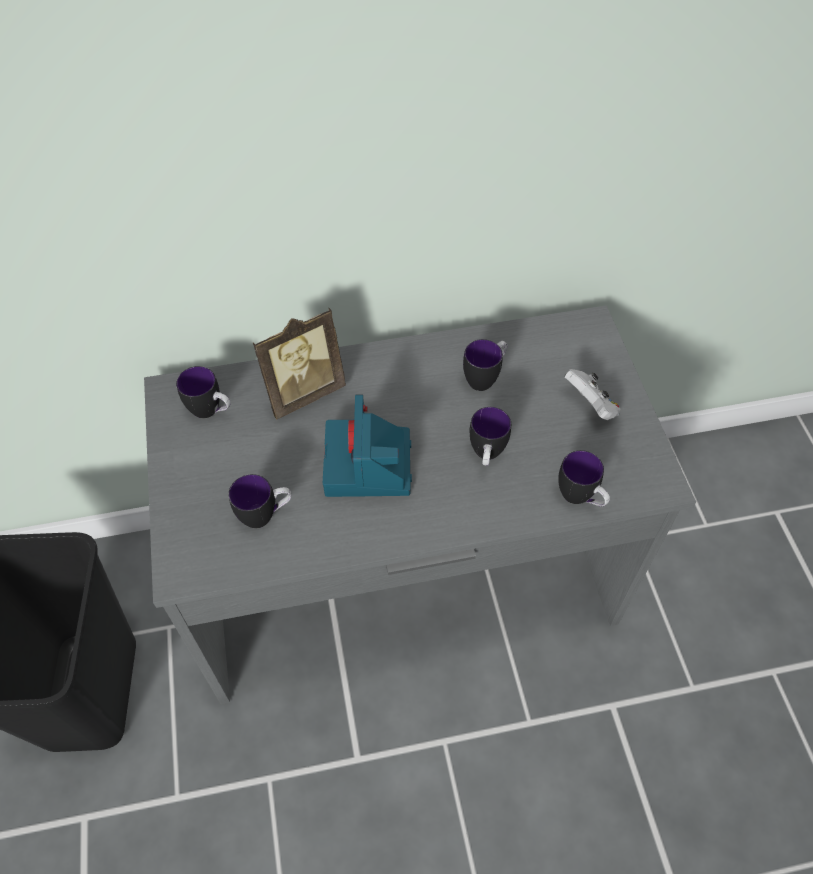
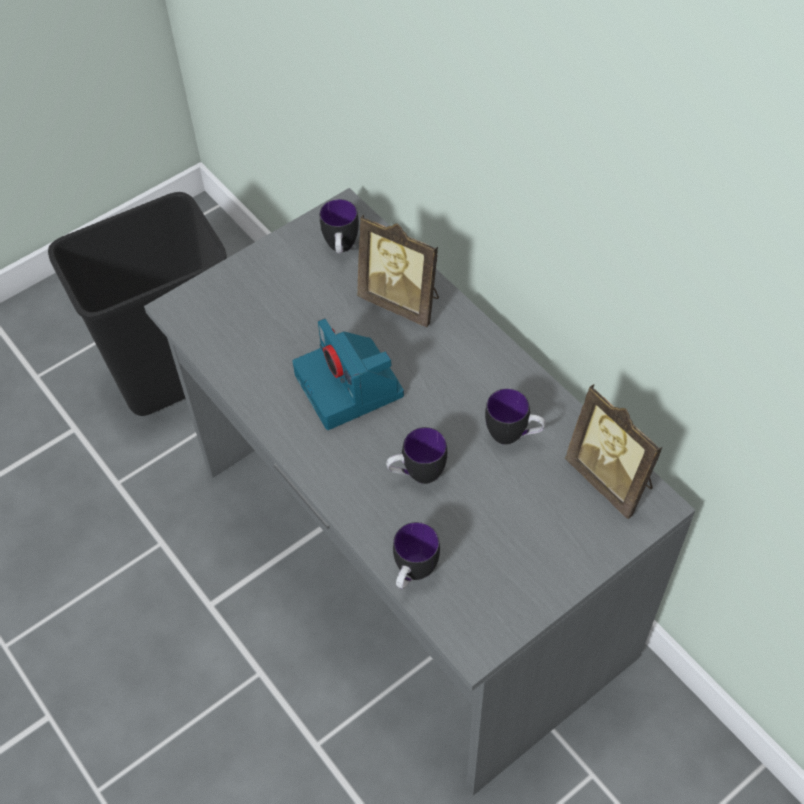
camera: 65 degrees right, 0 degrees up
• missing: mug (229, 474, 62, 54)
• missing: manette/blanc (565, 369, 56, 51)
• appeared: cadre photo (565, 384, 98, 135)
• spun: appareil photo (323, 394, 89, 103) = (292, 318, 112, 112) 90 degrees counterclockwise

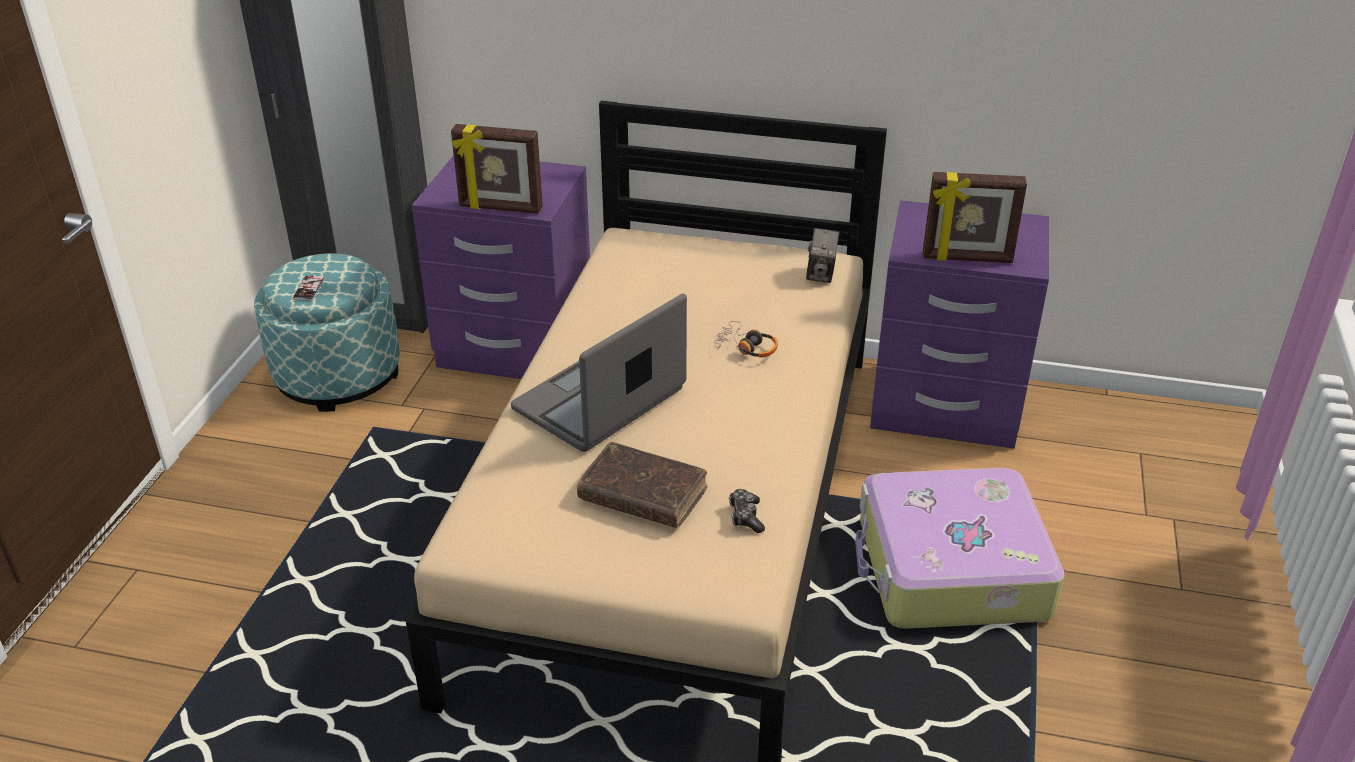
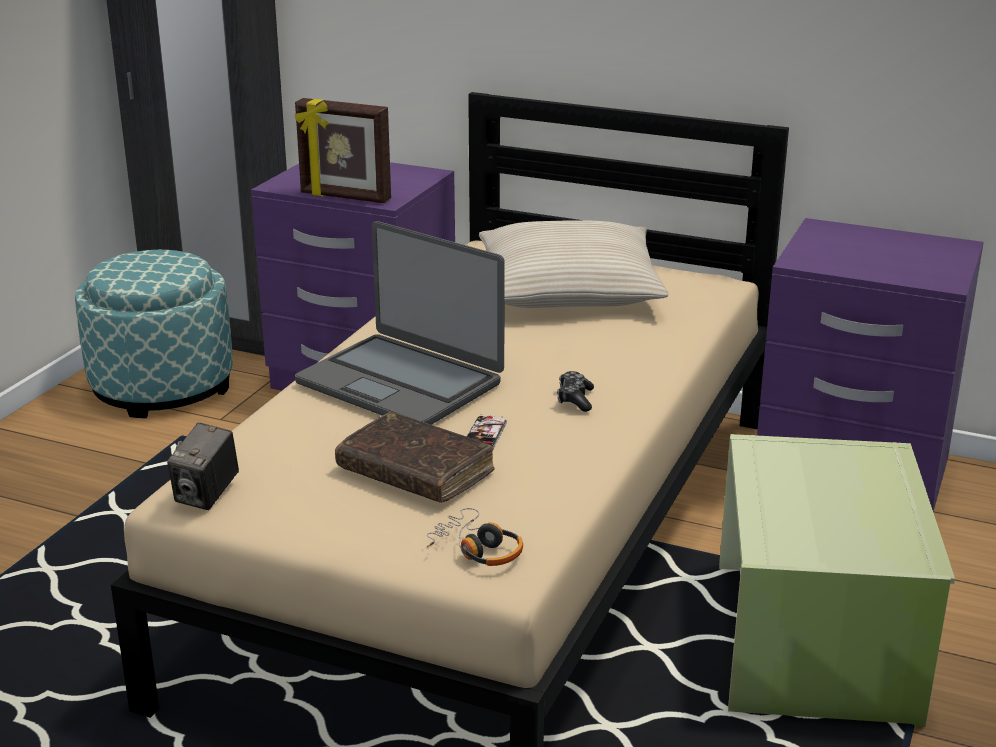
camera: 10 degrees right, 10 degrees down
• missing: cadre photo (923, 172, 104, 91)
• appeared: coussin/beige (479, 220, 189, 88)
• relocated: téléphone (293, 275, 32, 26) to (467, 414, 40, 34)
• relocated: casque audio (714, 321, 64, 37) to (427, 508, 96, 58)
• relocated: manette (729, 489, 36, 44) to (557, 371, 37, 41)
• relocated: appareil photo (806, 228, 33, 55) to (167, 422, 72, 88)
• exchanged: valise (855, 468, 210, 161) to boîte de rangement/vert (719, 434, 236, 293)
• spun: ordinateur portable (511, 293, 176, 159) = (295, 221, 210, 204) 105 degrees counterclockwise

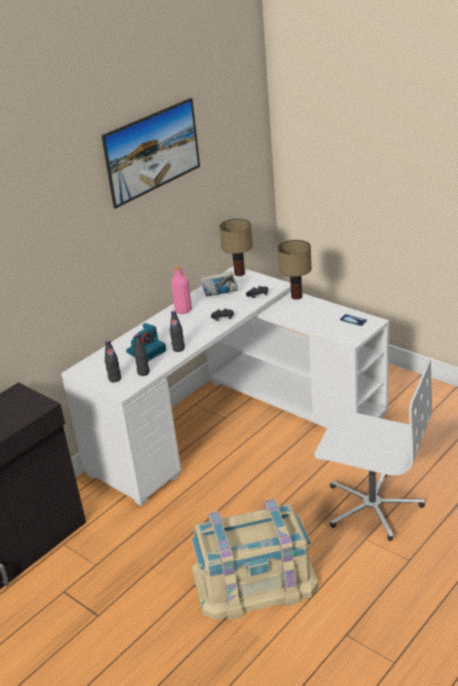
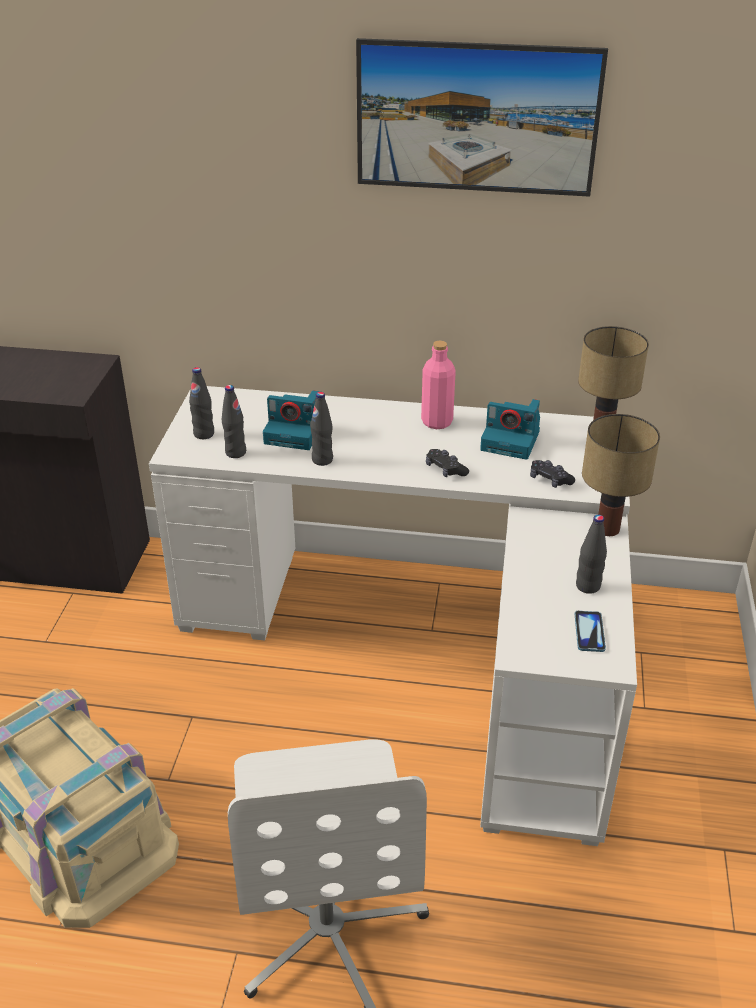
camera: 55 degrees right, 5 degrees up
• appeared: bouteille/noir (576, 515, 31, 79)
• exchanged: livre (200, 271, 38, 26) to appareil photo (480, 399, 60, 61)

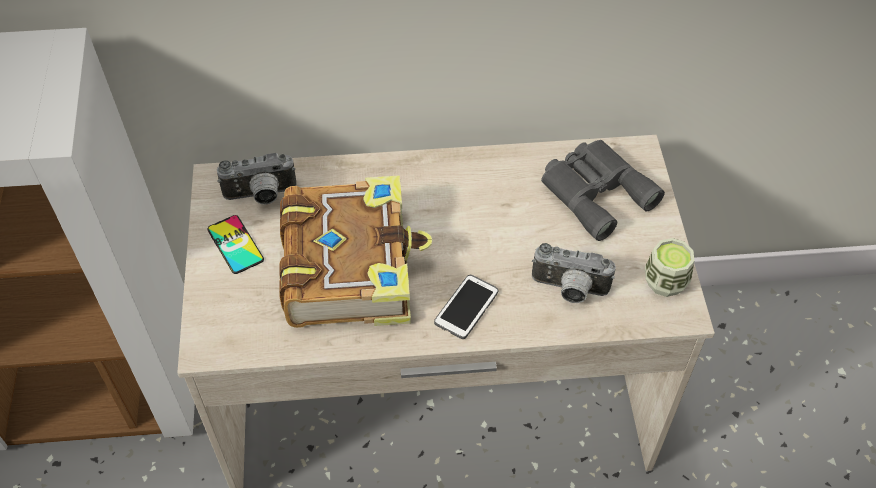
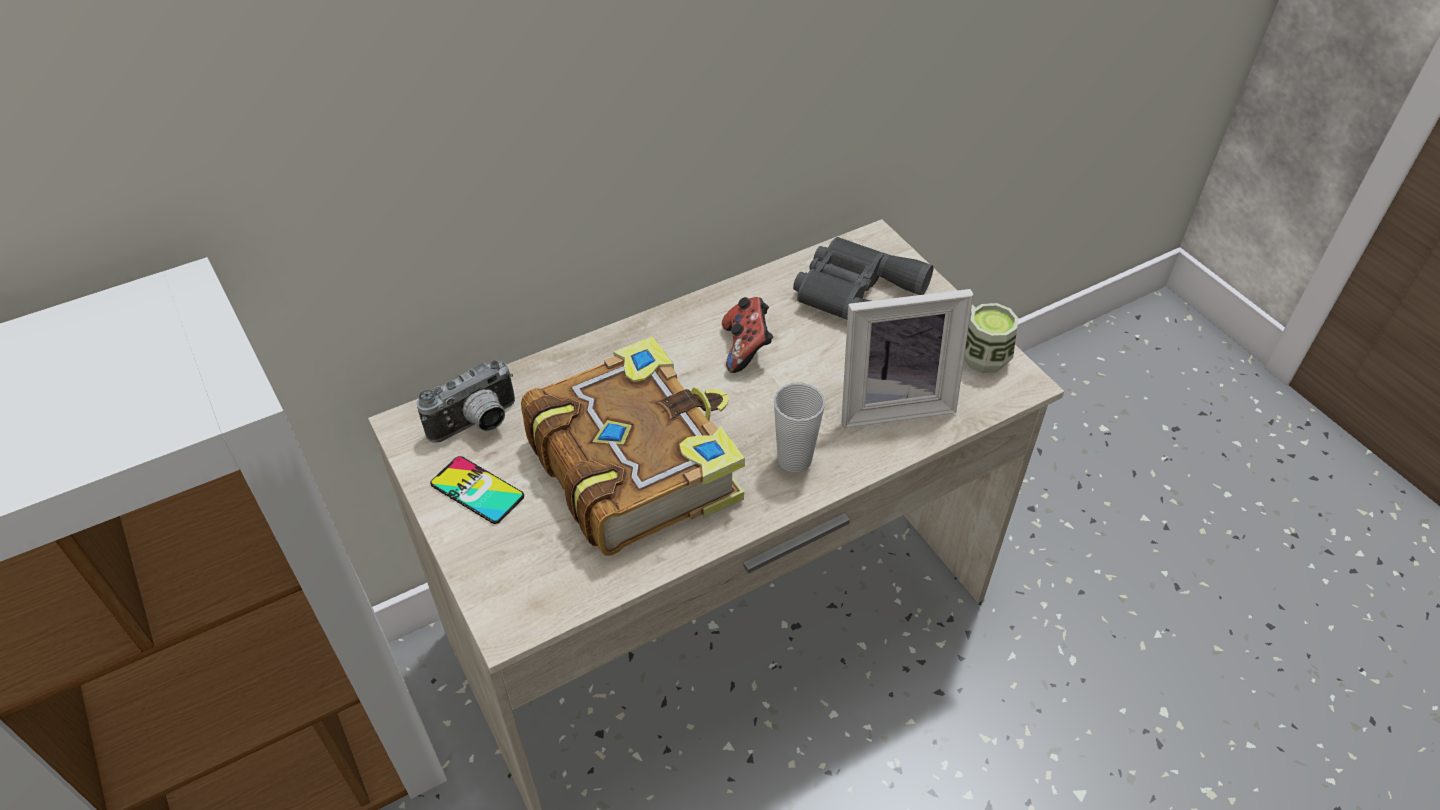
camera: 25 degrees left, 5 degrees down
• appeared: manette (722, 297, 51, 76)
• exchanged: téléphone (434, 275, 64, 64) to tasse (774, 382, 51, 91)
• exchanged: appareil photo (532, 243, 84, 60) to cadre photo (841, 289, 132, 139)

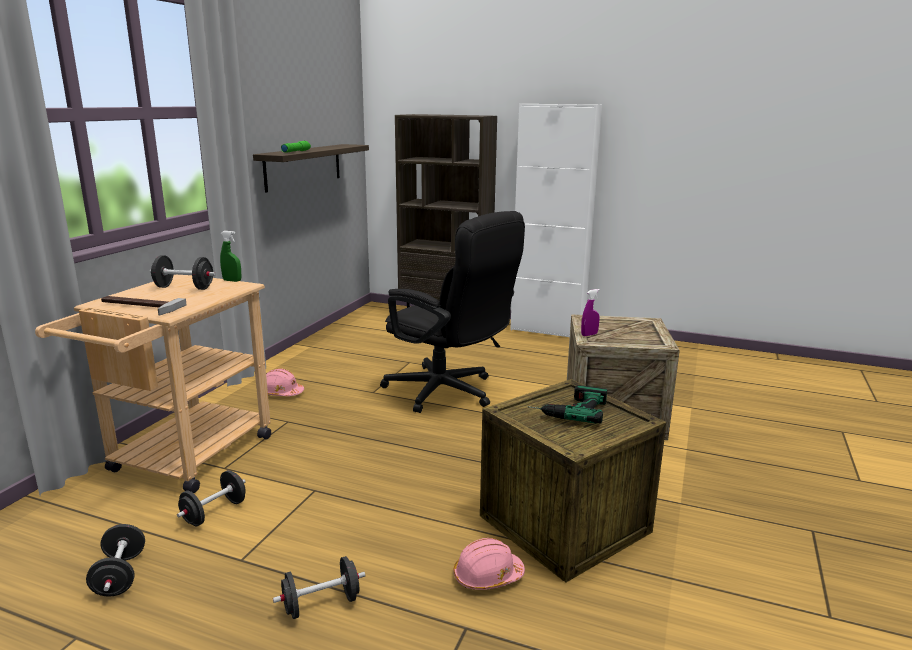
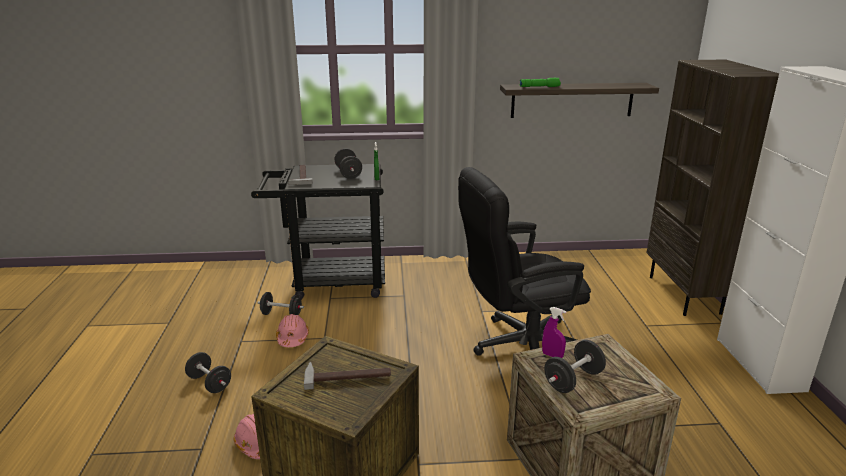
camera: 65 degrees right, 5 degrees up
• relocated: haltère/noir (86, 524, 59, 73) to (544, 340, 62, 53)
• relocated: casque de chantier/rose (266, 369, 38, 27) to (276, 314, 33, 33)
• exchanged: perceuse (527, 385, 80, 39) to marteau (304, 362, 87, 28)
• colour: chariot/beige (35, 275, 236, 218) to chariot/noir (251, 164, 134, 136)
• spun: chaise de bureau/noir (380, 211, 145, 202) = (458, 167, 133, 189) 60 degrees clockwise

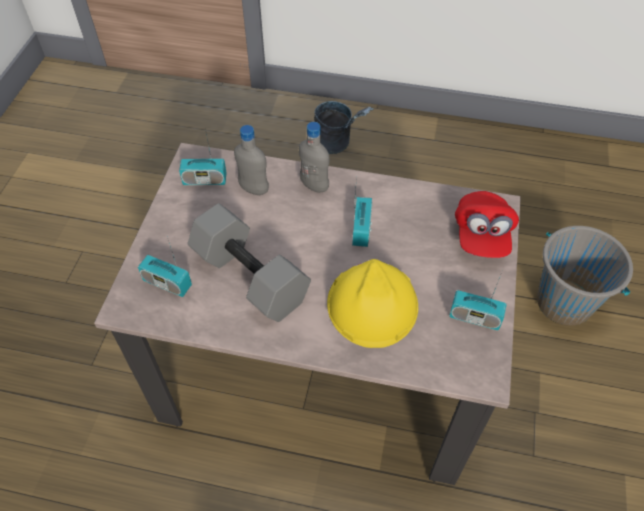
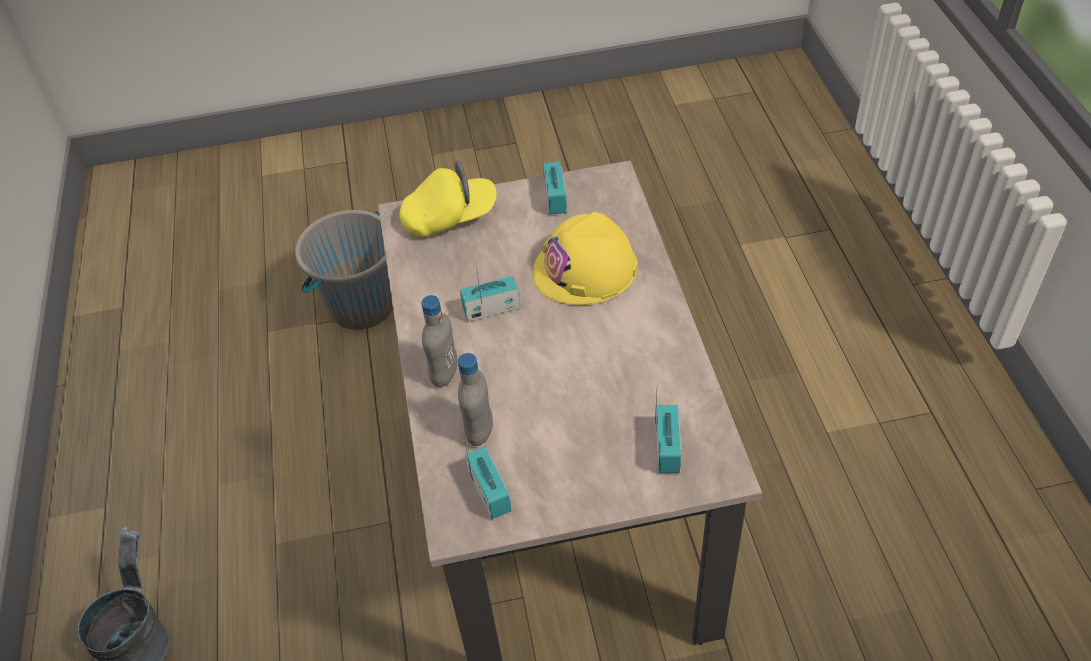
camera: 110 degrees left, 5 degrees down
• missing: haltère/gris (188, 203, 123, 119)
• colour: casquette/rouge (455, 191, 64, 67) to casquette/jaune (400, 160, 97, 77)

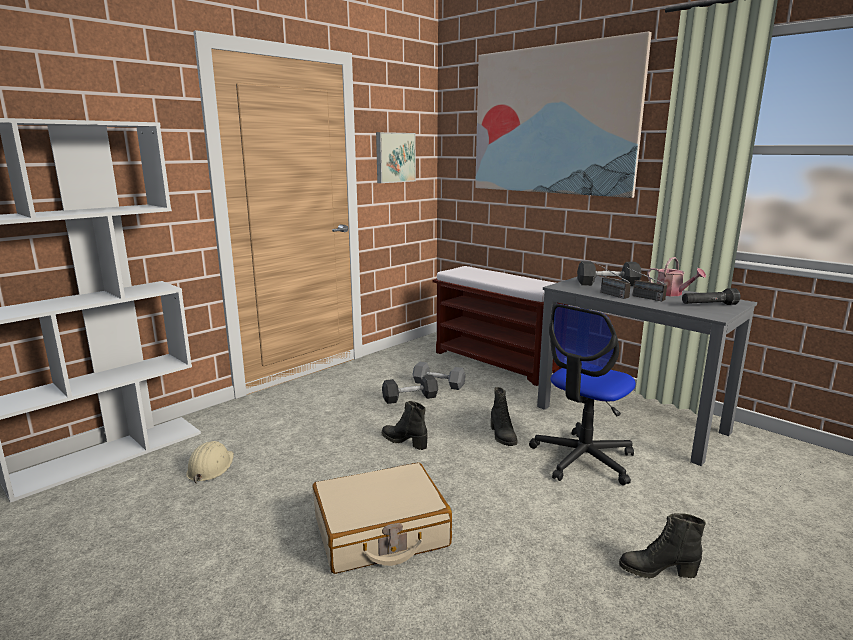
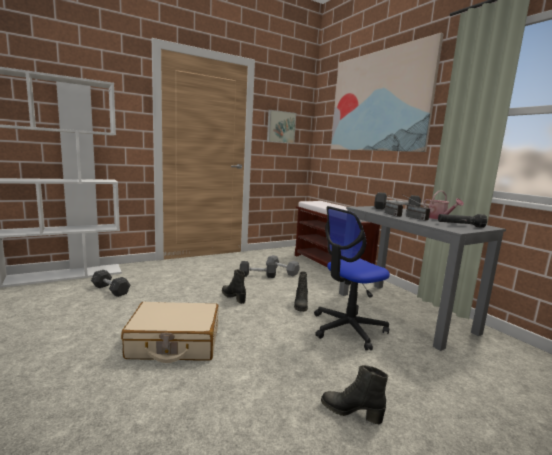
camera: 15 degrees right, 5 degrees down
• exchanged: casque de chantier/beige (186, 441, 48, 43) to haltère/gris (91, 270, 40, 27)

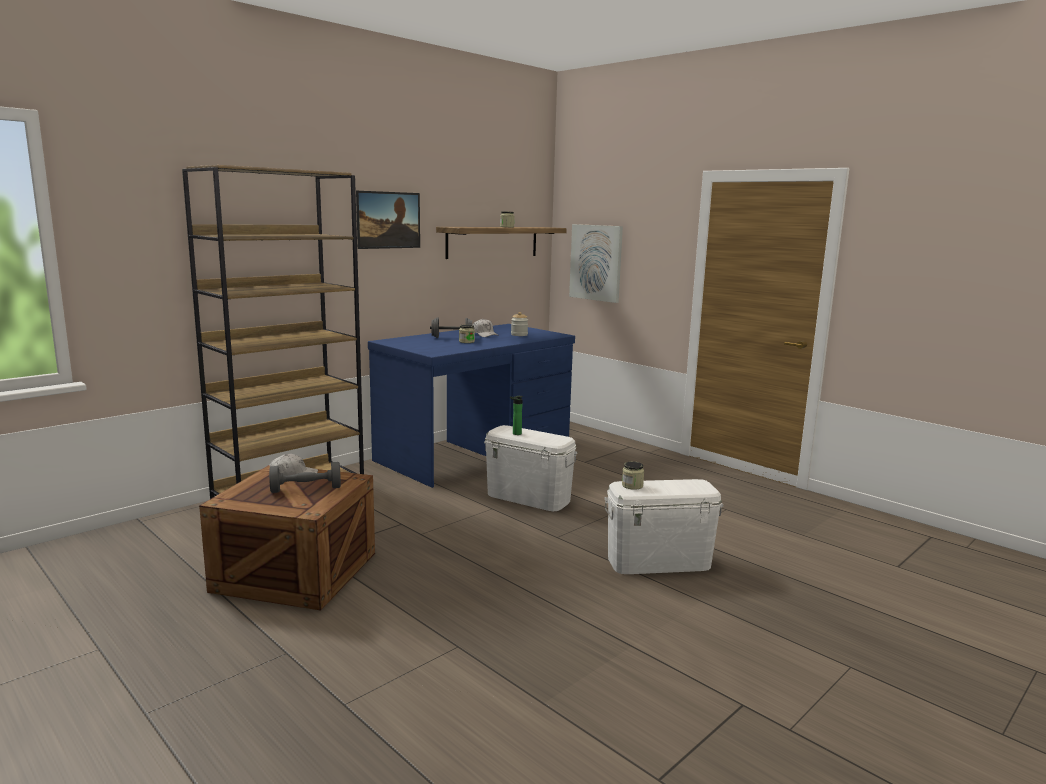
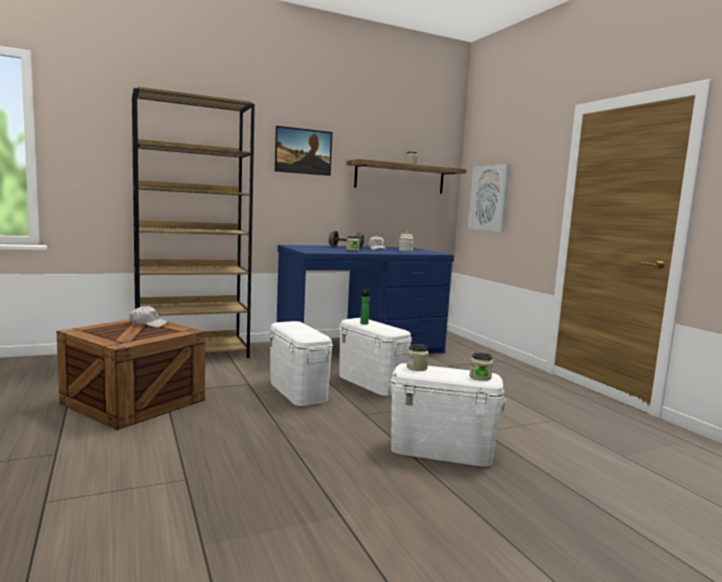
camera: 20 degrees right, 5 degrees down
• missing: haltère/gris (269, 462, 72, 31)
• appeared: boîte de rangement/blanc (269, 321, 64, 85)
• appeared: bocal (469, 353, 24, 28)

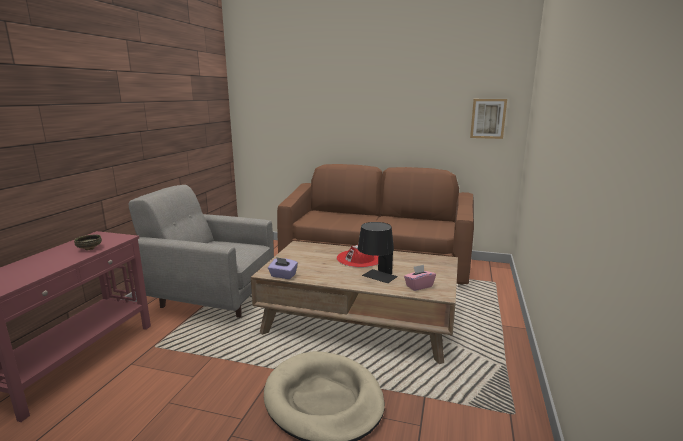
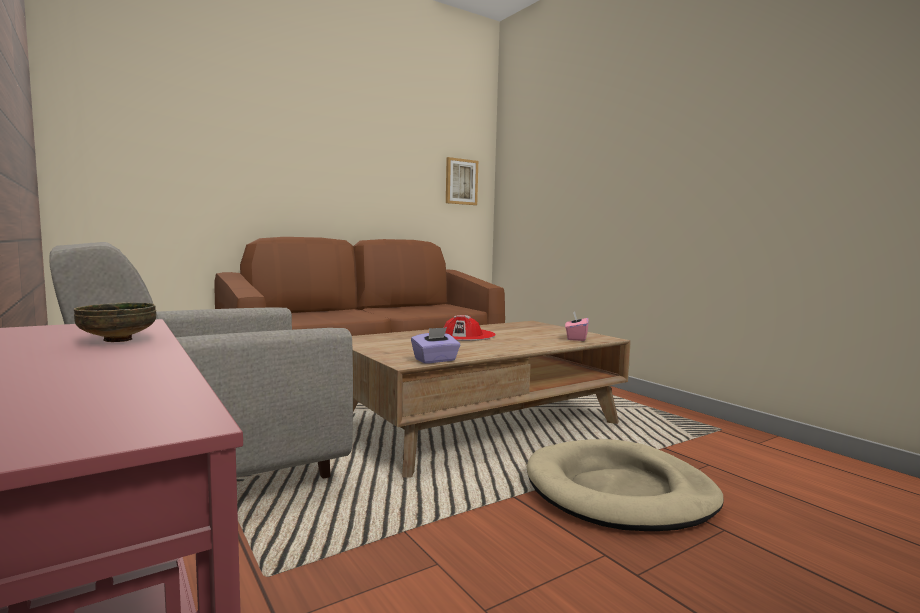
camera: 50 degrees left, 10 degrees down
• missing: lampe de table/noir (358, 222, 40, 61)

